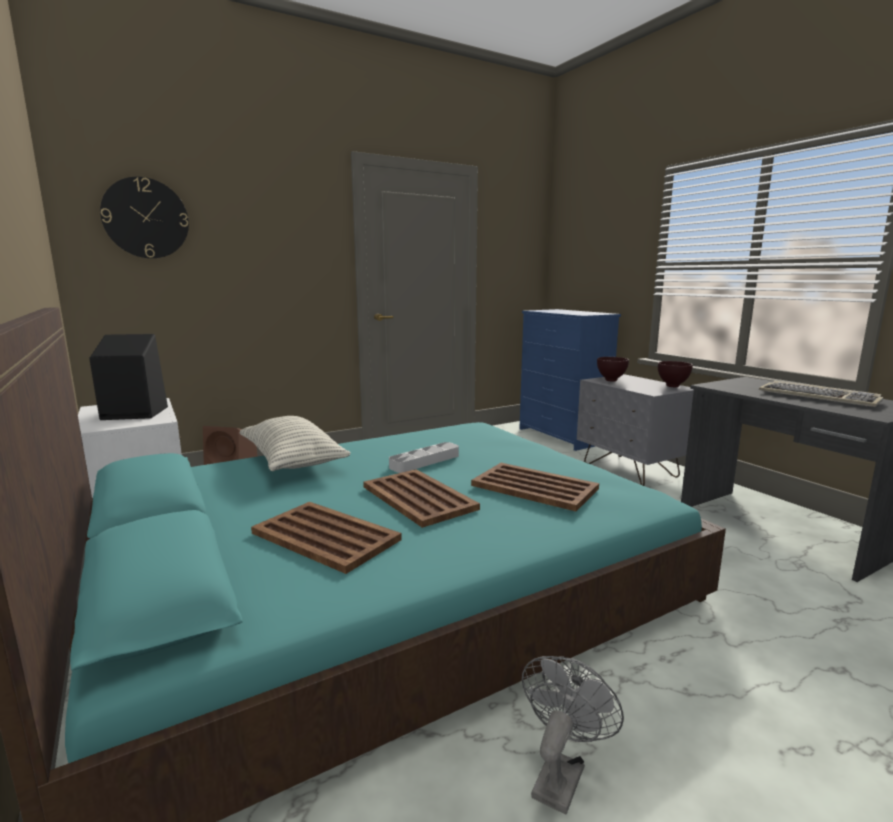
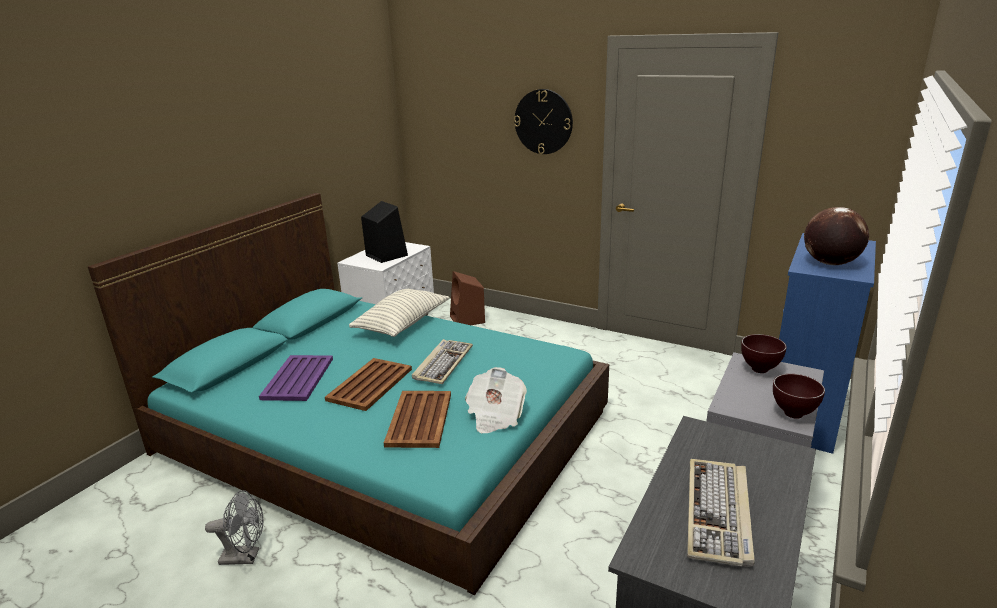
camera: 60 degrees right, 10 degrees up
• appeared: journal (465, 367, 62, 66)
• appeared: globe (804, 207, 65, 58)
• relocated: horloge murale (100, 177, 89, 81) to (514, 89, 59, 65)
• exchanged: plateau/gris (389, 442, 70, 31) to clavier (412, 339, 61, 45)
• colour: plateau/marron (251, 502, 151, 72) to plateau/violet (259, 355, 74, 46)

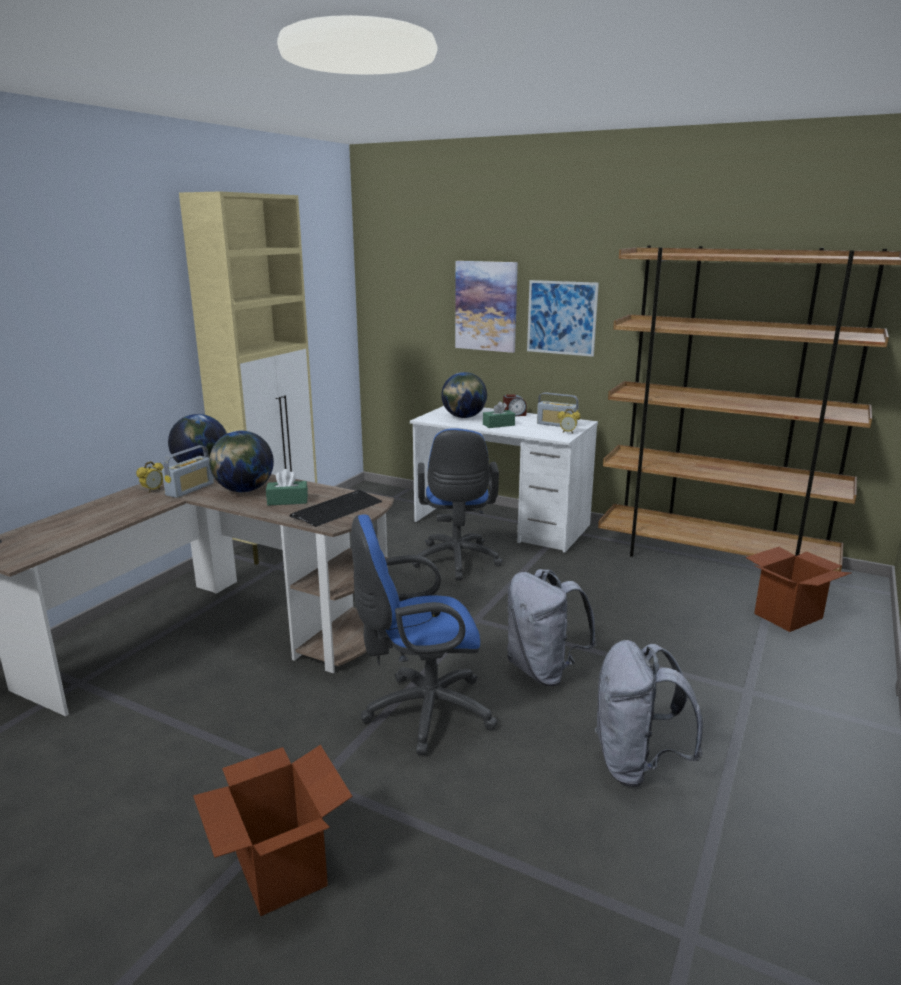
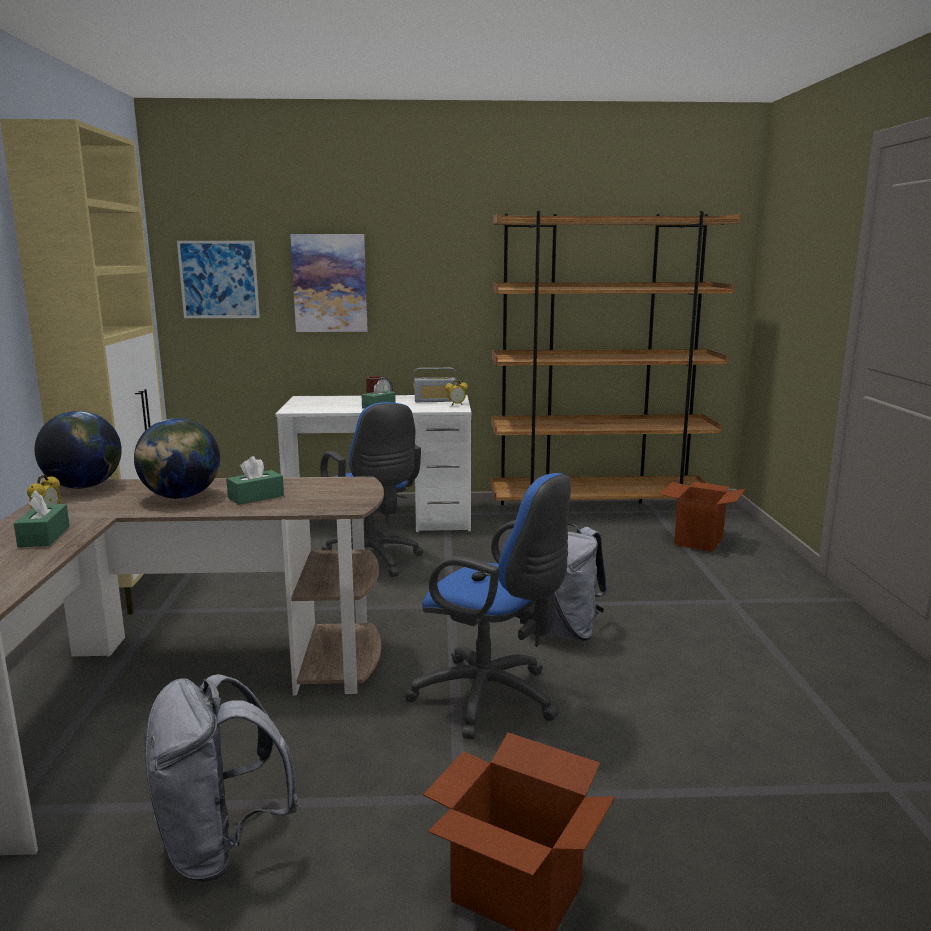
camera: 30 degrees left, 5 degrees down
• missing: radio (162, 445, 52, 53)
• missing: clavier (289, 490, 93, 37)
• missing: globe (441, 372, 46, 46)
• appeared: boîte à mouchoirs/vert (14, 490, 56, 57)
• relocated: tableau (527, 280, 72, 77) to (177, 241, 83, 77)
• relocated: sac à dos/gris (595, 640, 108, 147) to (144, 674, 155, 207)
• spun: chaise de bureau/bleu (351, 514, 147, 241) = (405, 473, 166, 267) 105 degrees counterclockwise

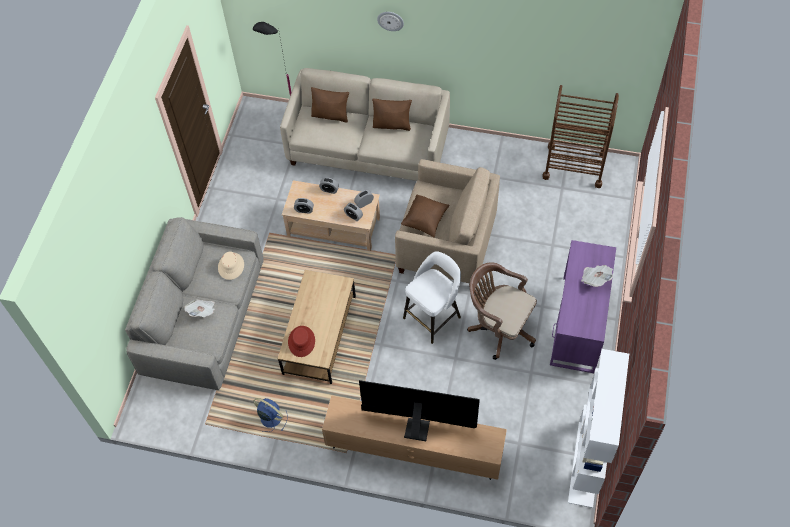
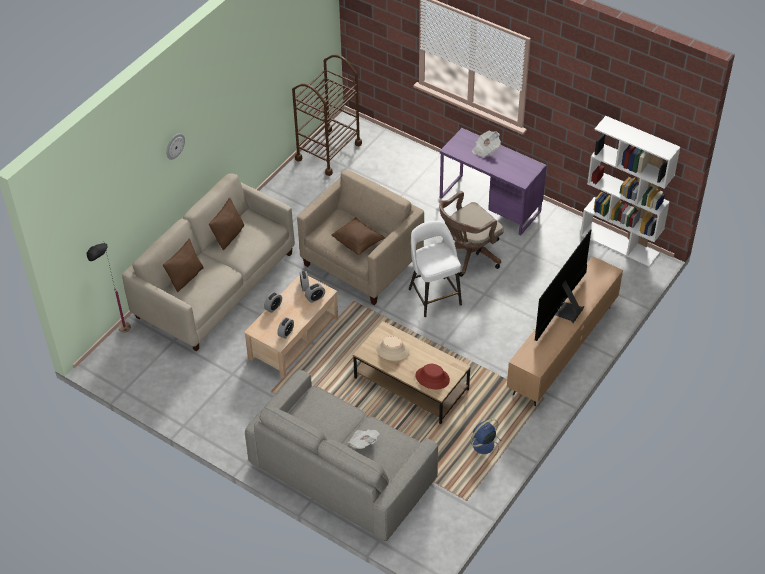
camera: 70 degrees left, 10 degrees down
• relocated: chapeau/beige (218, 252, 26, 28) to (376, 336, 34, 25)

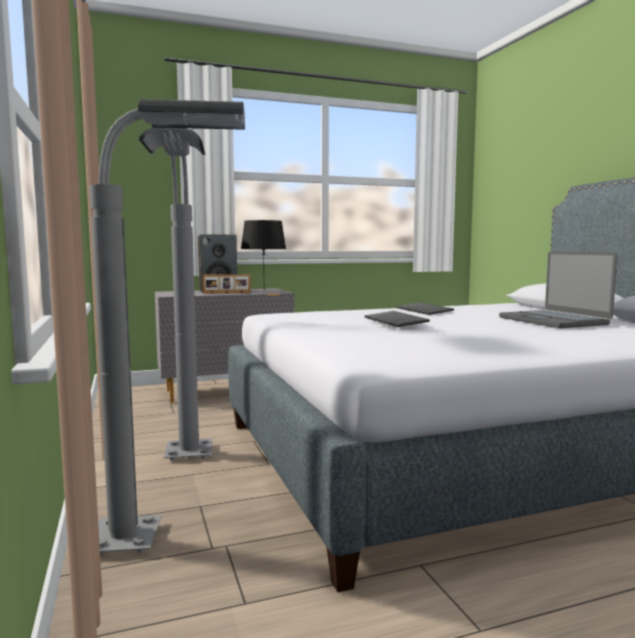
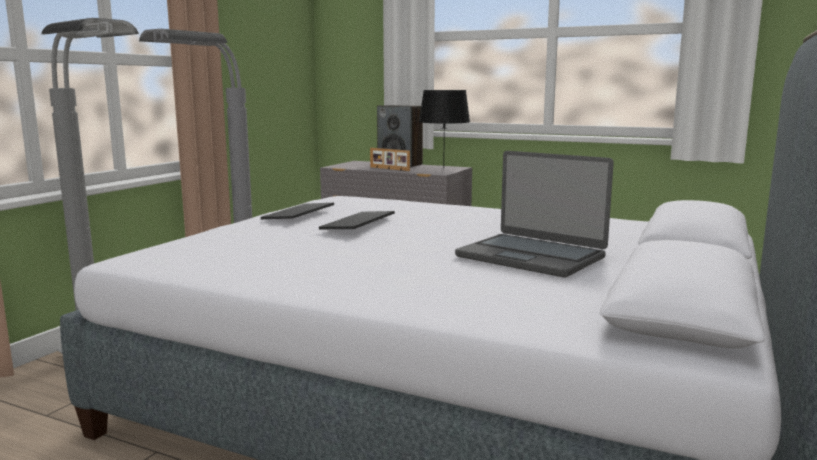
camera: 45 degrees right, 5 degrees up
• relocated: clavier (396, 303, 58, 12) to (261, 203, 73, 16)
• spun: ordinateur portable (499, 251, 118, 77) = (455, 151, 159, 126) 75 degrees counterclockwise

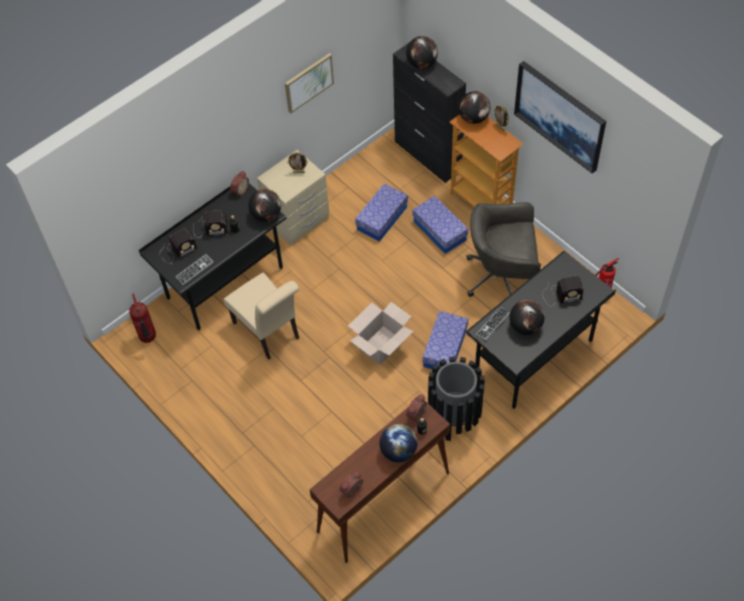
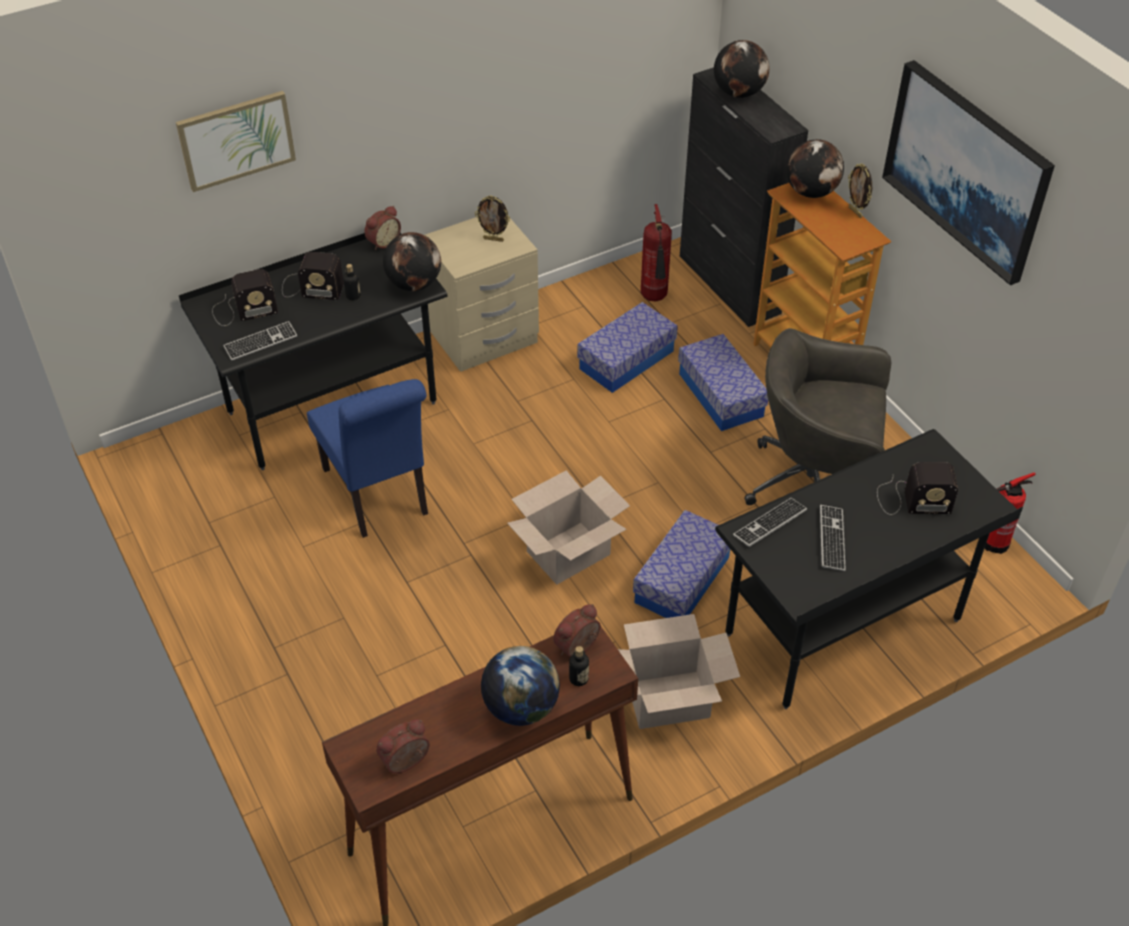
camera: 10 degrees right, 10 degrees down
• relocated: extincteur (129, 293, 27, 50) to (641, 204, 31, 98)
• relocated: tableau (285, 53, 49, 60) to (176, 91, 120, 101)
• exchanged: poubelle/noir (428, 356, 57, 85) to carton (618, 614, 122, 115)
• exchanged: globe (509, 300, 36, 35) to clavier (820, 505, 26, 66)
• colour: chaise/beige (223, 273, 76, 87) to chaise/bleu (307, 379, 121, 159)

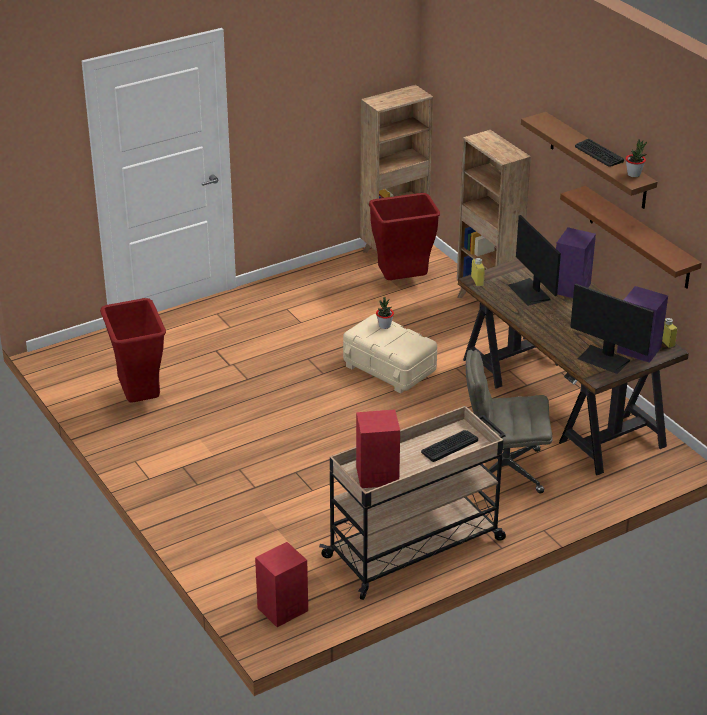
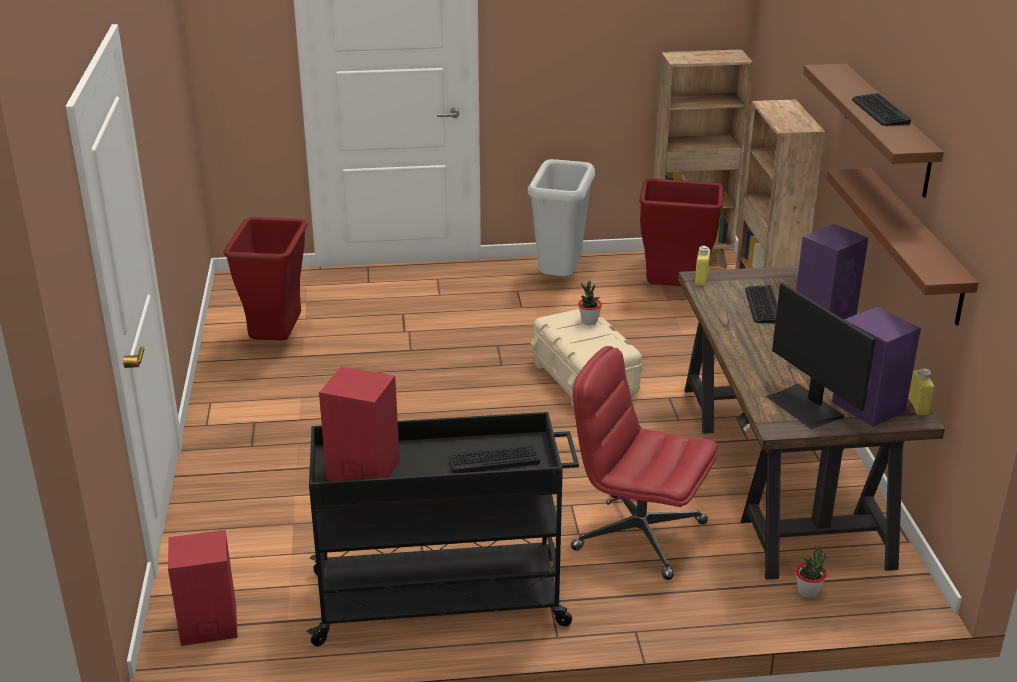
camera: 25 degrees right, 5 degrees down
• appeared: poubelle/gris (528, 159, 67, 117)
• relocated: plante en pot (625, 139, 22, 38) to (795, 545, 32, 53)
• exchanged: écran d'ordinateur (508, 215, 53, 91) to clavier (745, 285, 32, 38)
• colour: chariot/beige (319, 406, 187, 194) to chariot/noir (307, 412, 272, 235)
• colour: chaise de bureau/gris (466, 350, 87, 143) to chaise de bureau/rouge (571, 346, 147, 234)

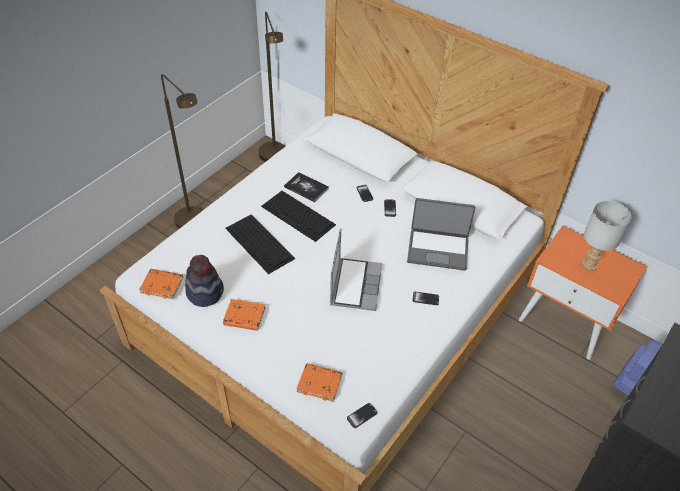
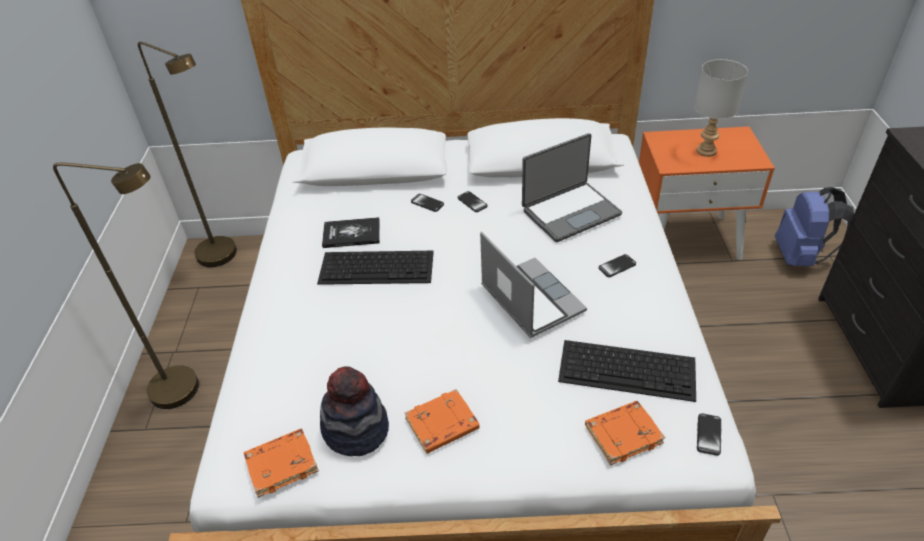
camera: 35 degrees left, 5 degrees down
• relocated: clavier (225, 214, 70, 60) to (558, 340, 138, 62)

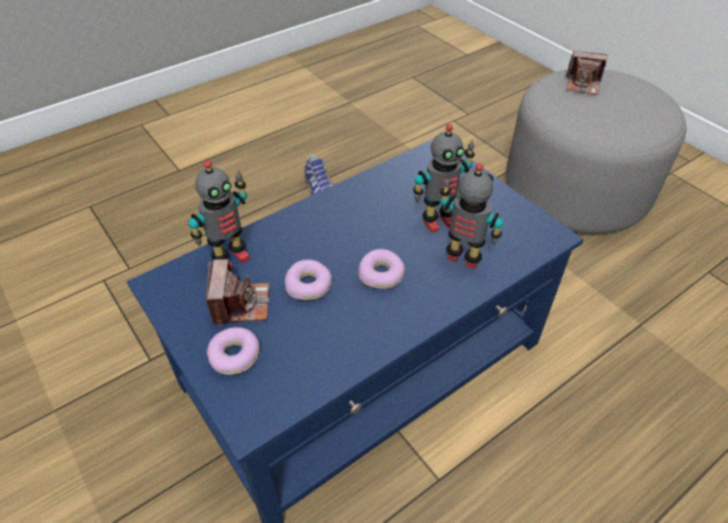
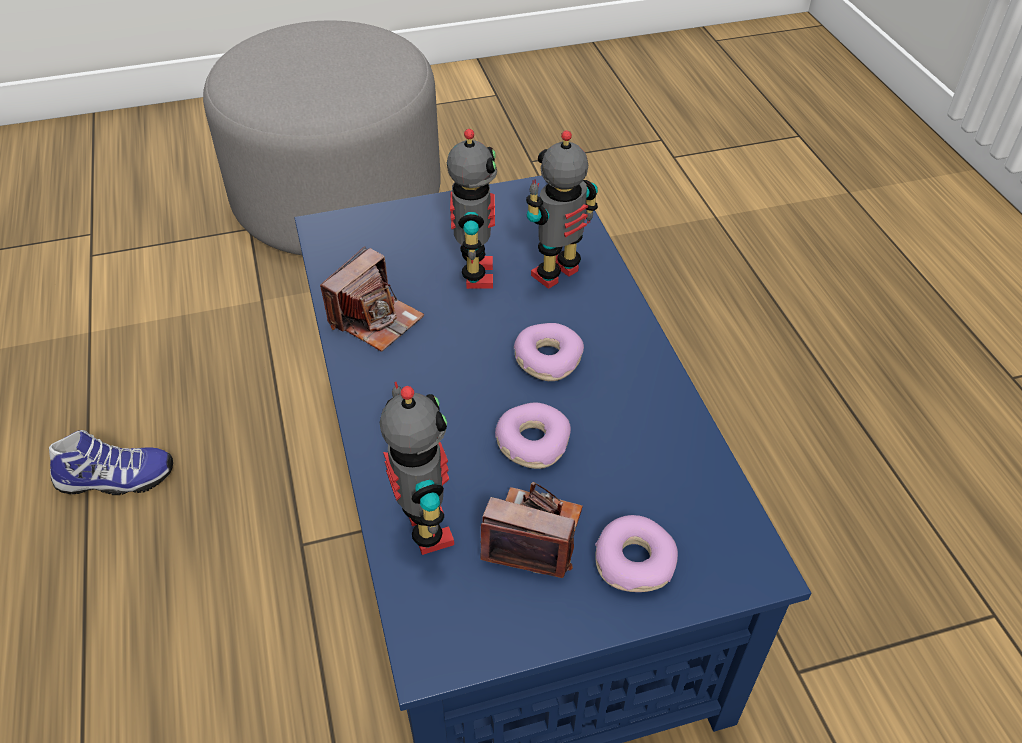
camera: 70 degrees left, 0 degrees up
• relocated: appareil photo (566, 51, 41, 44) to (320, 247, 104, 105)

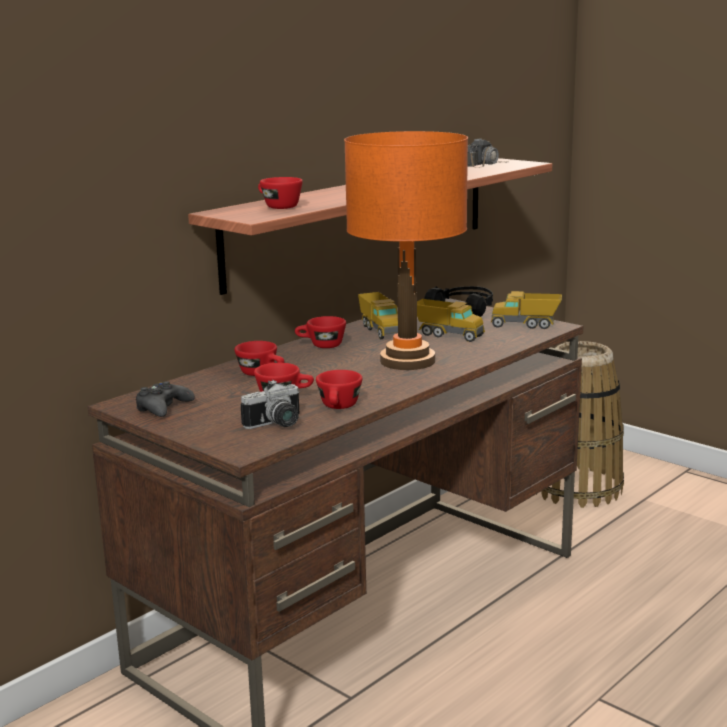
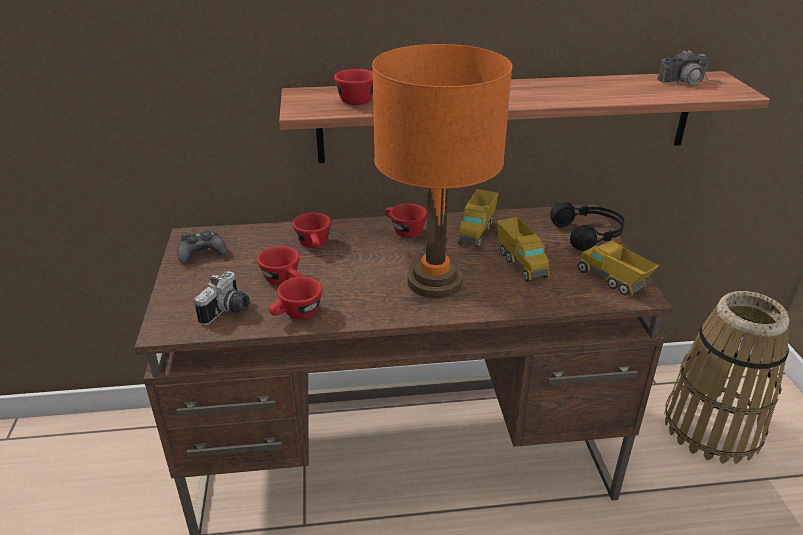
camera: 40 degrees right, 15 degrees up
• spun: appareil photo (240, 380, 60, 49) = (194, 271, 56, 54) 75 degrees counterclockwise

